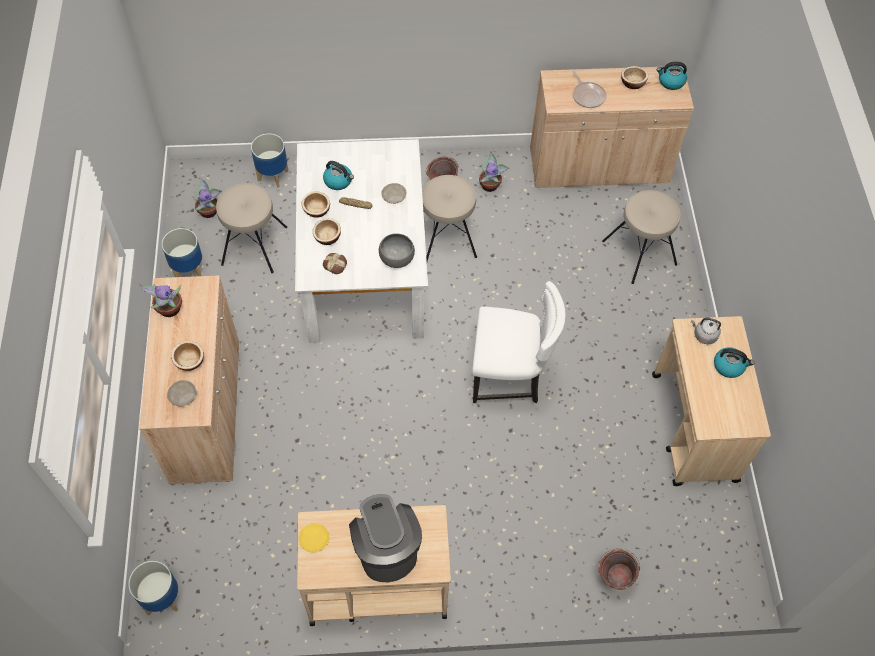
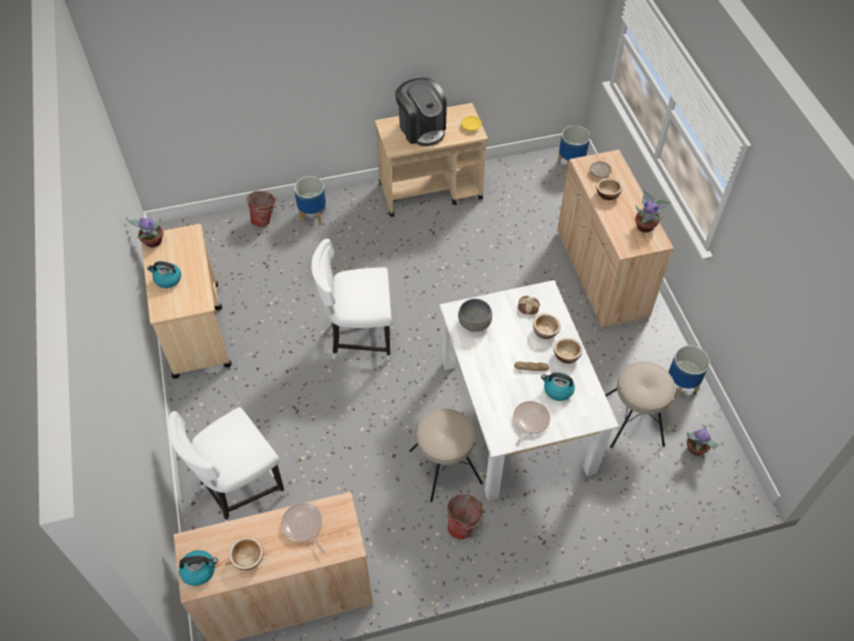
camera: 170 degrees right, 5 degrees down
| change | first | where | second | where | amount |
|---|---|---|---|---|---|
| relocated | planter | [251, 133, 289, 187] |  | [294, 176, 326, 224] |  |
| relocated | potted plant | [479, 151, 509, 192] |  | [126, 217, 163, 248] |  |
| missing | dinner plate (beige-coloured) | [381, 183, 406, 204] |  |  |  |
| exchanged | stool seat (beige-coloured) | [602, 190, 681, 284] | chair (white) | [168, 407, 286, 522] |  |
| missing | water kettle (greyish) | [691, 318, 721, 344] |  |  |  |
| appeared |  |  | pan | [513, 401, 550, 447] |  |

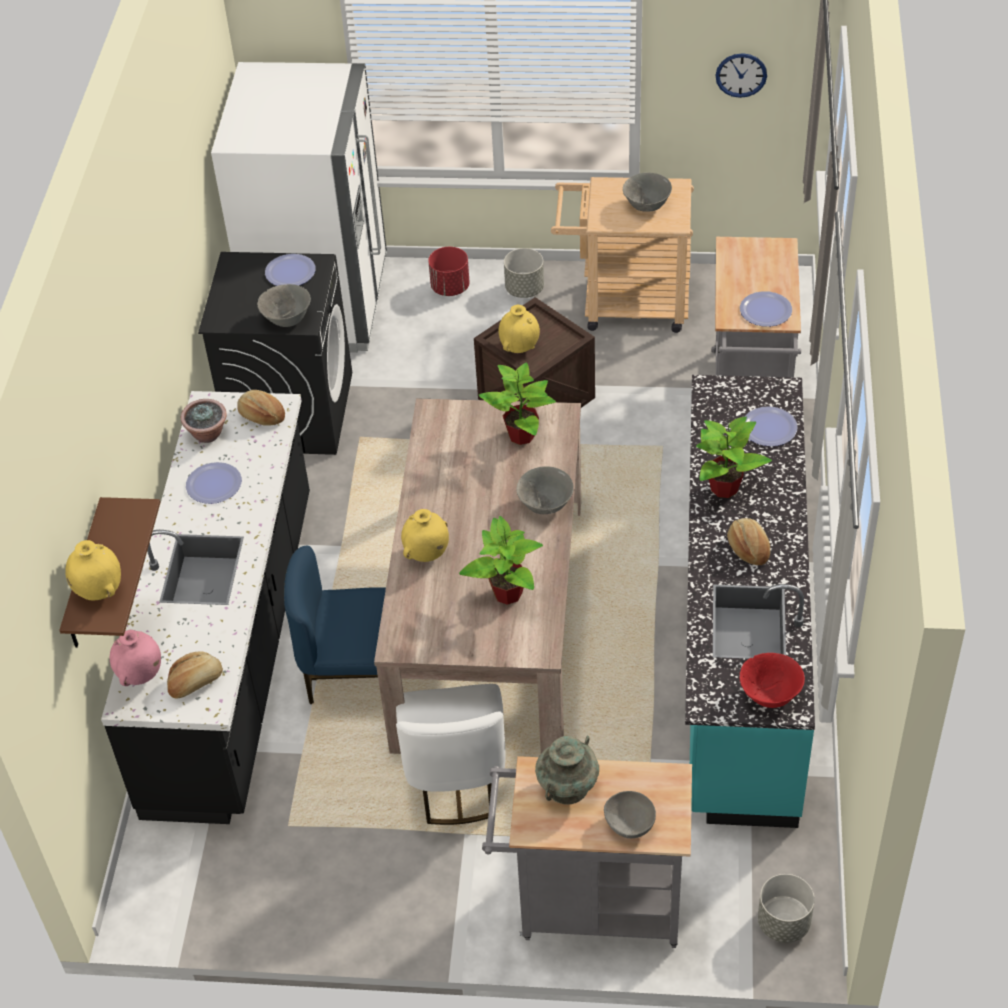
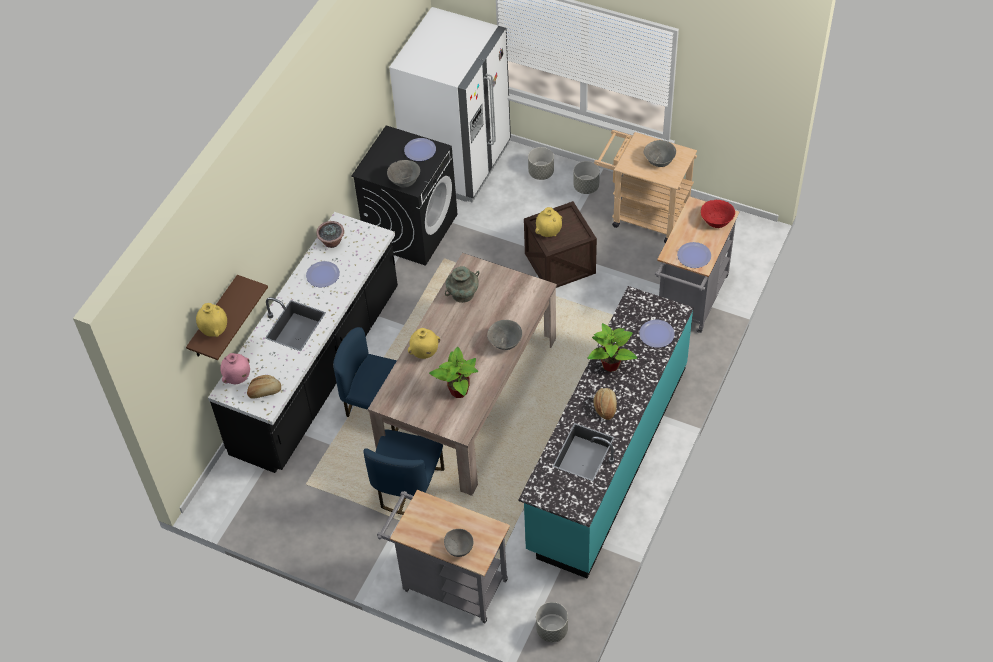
camera: 20 degrees right, 5 degrees up
| change | first | where | second | where | amount |
|---|---|---|---|---|---|
| missing | wall clock | [716, 53, 767, 98] |  |  |  |
| colour | planter (reddish) | [428, 247, 470, 296] | planter (greyish) | [528, 147, 554, 180] |  |
| missing | potted plant | [478, 363, 556, 445] |  |  |  |
| missing | bakery bread | [237, 390, 285, 426] |  |  |  |
| relocated | deep dish (reddish) | [740, 653, 805, 708] |  | [701, 200, 735, 228] |  |
| colour | chair (white) | [396, 684, 506, 825] | chair (bluish) | [363, 429, 444, 515] |  |
| relocated | decorative vase (blue-green) | [535, 735, 599, 805] |  | [445, 266, 479, 303] |  |

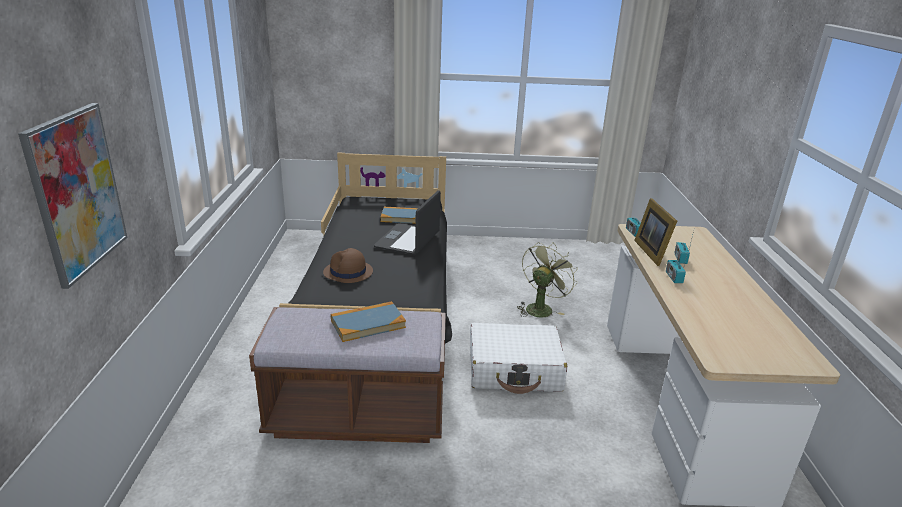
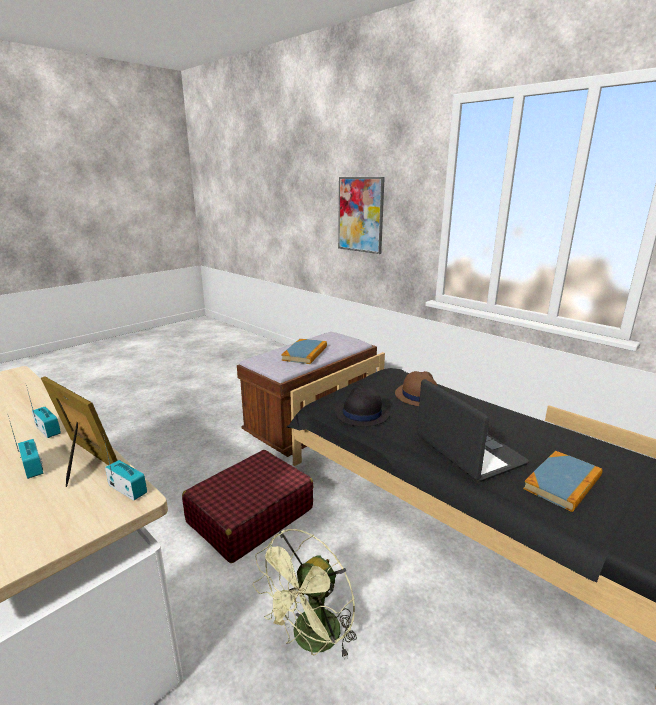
camera: 135 degrees right, 5 degrees down
| change | first | where | second | where | amount |
|---|---|---|---|---|---|
| spun | electric fan (greenish) | [517, 242, 578, 317] |  | [253, 529, 357, 660] | 45 degrees clockwise |
| colour | suitcase (white) | [470, 323, 567, 394] | suitcase (reddish) | [182, 450, 313, 563] |  |
| appeared |  |  | clothing hat (blackish) | [335, 387, 390, 427] |  |

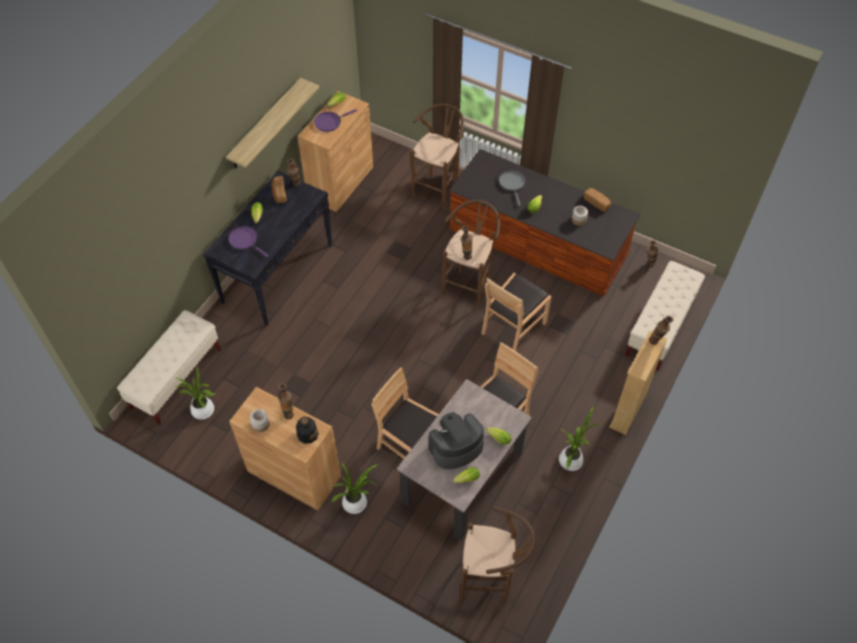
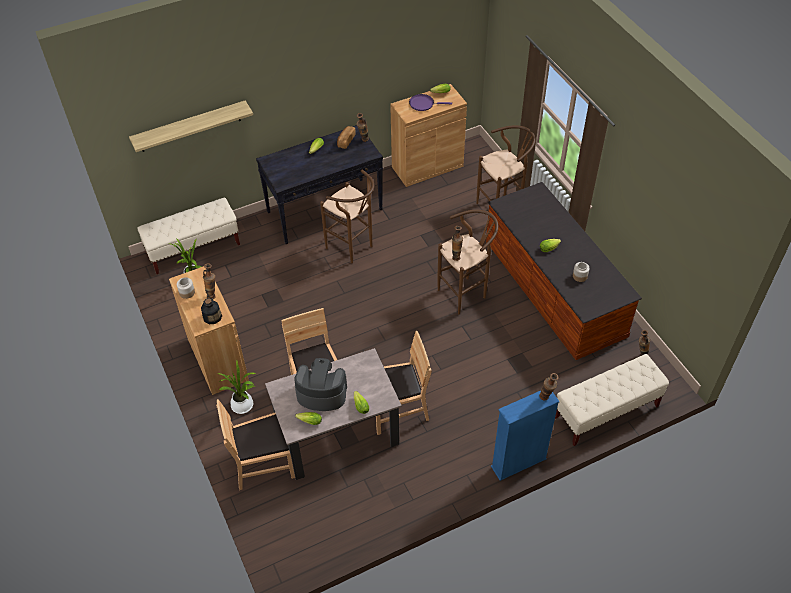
camera: 35 degrees right, 5 degrees down
| change | first | where | second | where | amount |
|---|---|---|---|---|---|
| relocated | shelf | [226, 78, 319, 168] |  | [129, 100, 253, 152] |  |
| missing | pan (greyish) | [499, 170, 526, 206] |  |  |  |
| missing | bakery bread | [584, 188, 611, 212] |  |  |  |
| missing | pan (purple) | [228, 226, 269, 257] |  |  |  |
| relocated | chair (brown-coloured) | [481, 273, 552, 351] |  | [216, 399, 295, 490] |  |
| colour | shelving unit (beige-coloured) | [609, 331, 668, 435] | shelving unit (bluish) | [491, 391, 560, 481] |  |
| missing | potted plant | [559, 406, 599, 471] |  |  |  |
| relocated | stool seat (brown-coloured) | [461, 506, 536, 604] |  | [320, 170, 374, 263] |  |

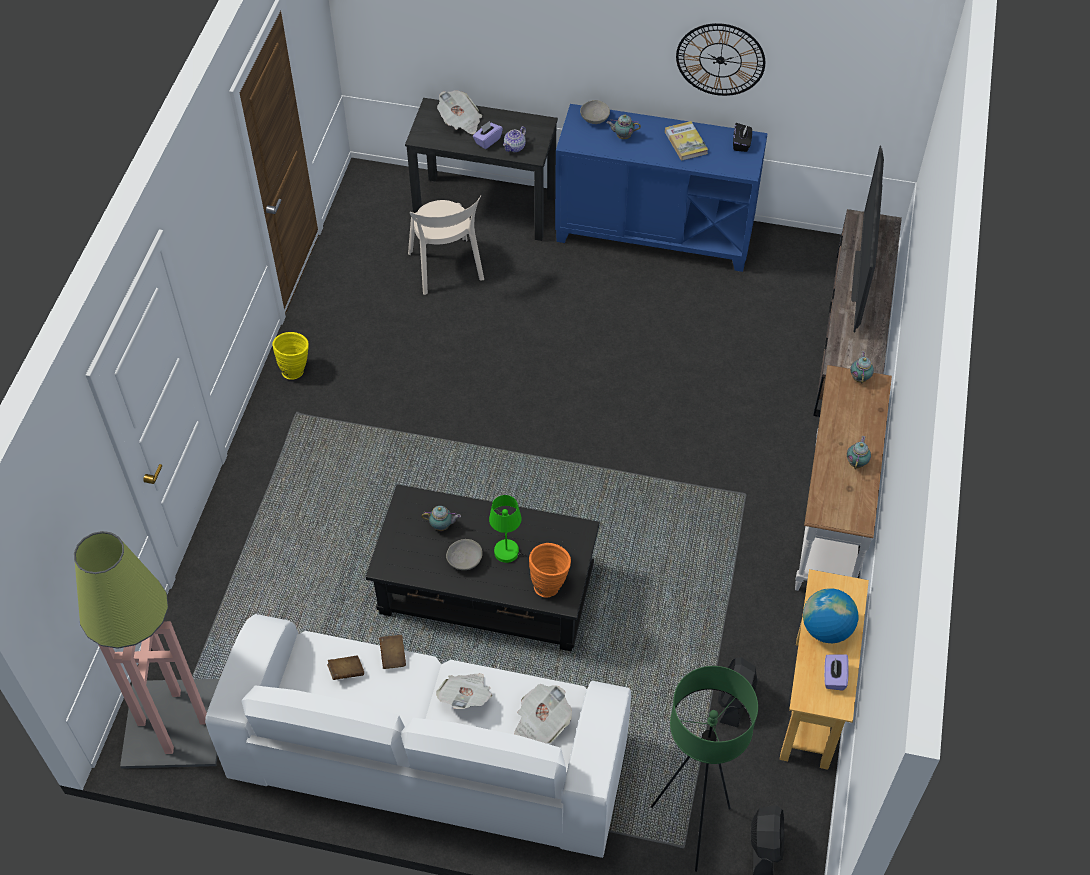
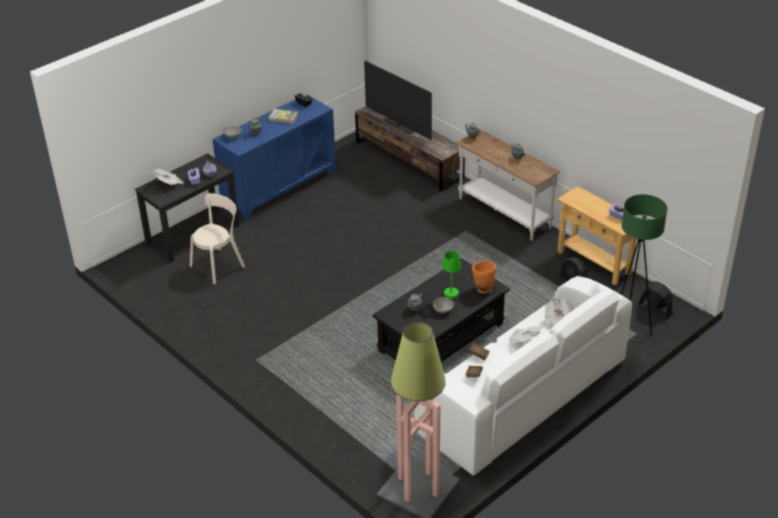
camera: 55 degrees left, 15 degrees down
| change | first | where | second | where | amount |
|---|---|---|---|---|---|
| missing | wall clock | [676, 23, 765, 96] |  |  |  |
| spun | chair (beige-coloured) | [408, 195, 484, 295] |  | [190, 193, 245, 284] | 60 degrees counterclockwise |
| missing | decorative vase (yellow) | [272, 332, 309, 380] |  |  |  |
| missing | world globe | [803, 588, 858, 643] |  |  |  |

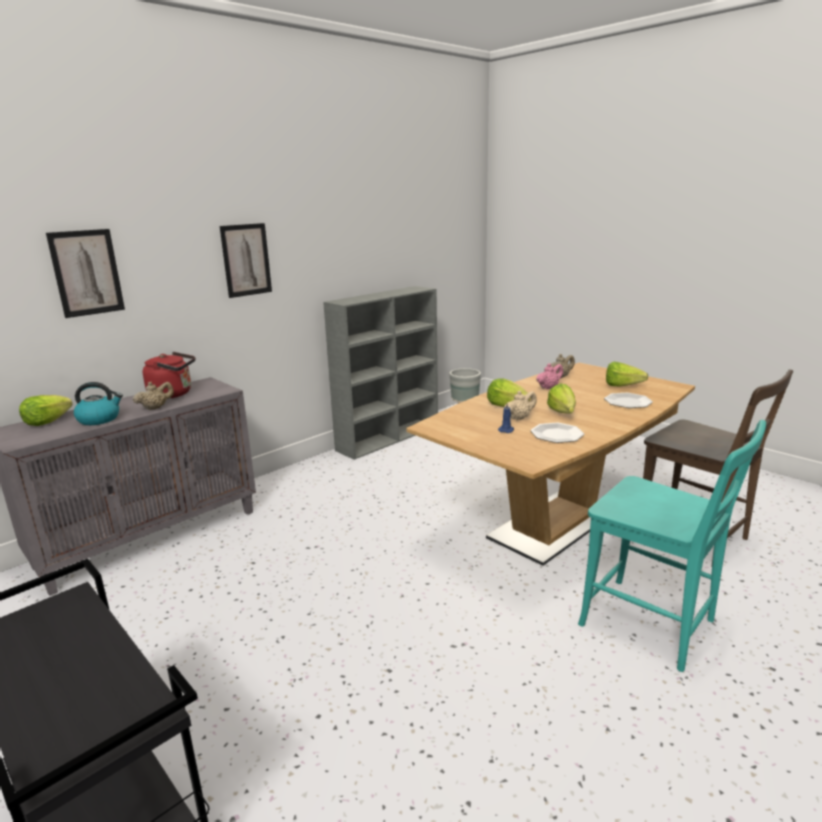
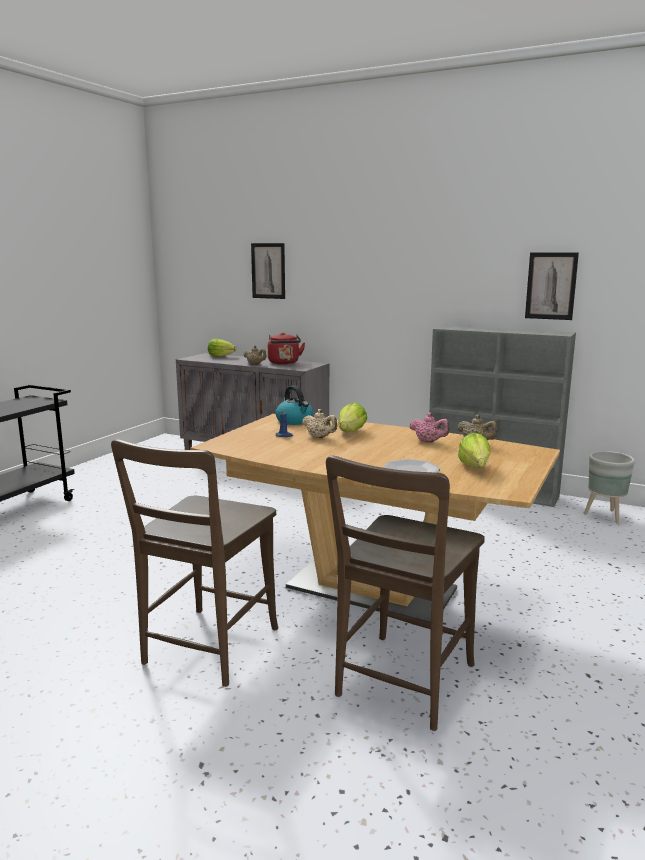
camera: 70 degrees right, 5 degrees down
| change | first | where | second | where | amount |
|---|---|---|---|---|---|
| relocated | picture | [220, 223, 272, 298] |  | [525, 252, 579, 320] |  |
| relocated | water kettle | [73, 382, 123, 425] |  | [275, 386, 313, 425] |  |
| missing | head of lettuce | [547, 383, 576, 413] |  |  |  |
| colour | chair (blue-green) | [578, 420, 766, 672] | chair (brown-coloured) | [111, 439, 278, 687] |  |
| missing | dinner plate | [531, 423, 584, 443] |  |  |  |

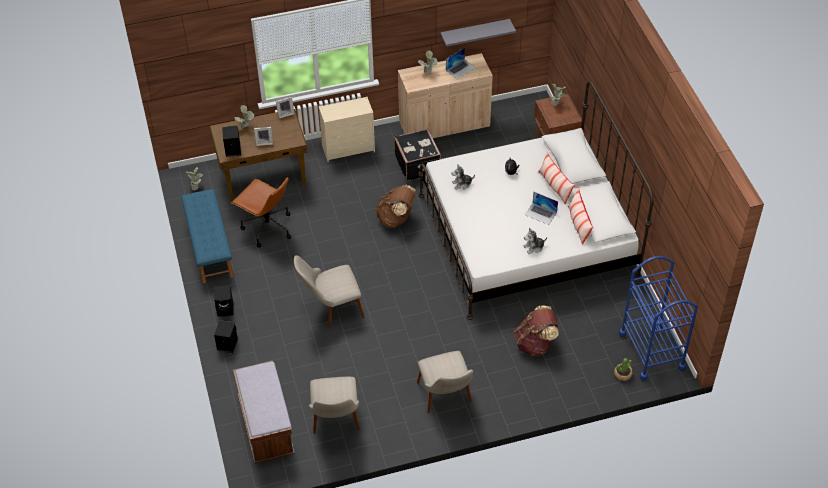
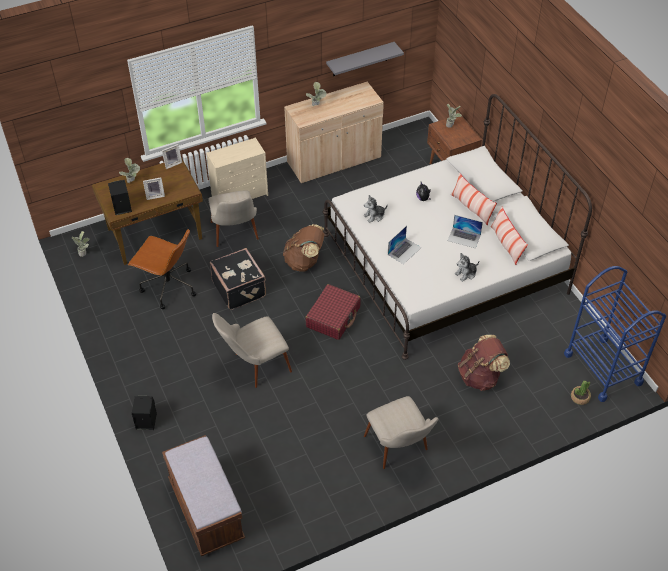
camera: 10 degrees left, 0 degrees up
| change | first | where | second | where | amount |
|---|---|---|---|---|---|
| relocated | portable computer | [446, 48, 476, 79] |  | [388, 226, 421, 264] |  |
| relocated | suitcase (blackish) | [394, 129, 441, 181] |  | [210, 248, 266, 310] |  |
| missing | long seat (bluish) | [181, 189, 233, 284] |  |  |  |
| missing | speaker (blackish) | [214, 285, 233, 317] |  |  |  |
| relocated | chair (beige-coloured) | [309, 377, 360, 434] |  | [208, 191, 259, 247] |  |
| appeared |  |  | suitcase (reddish) | [305, 284, 361, 340] |  |

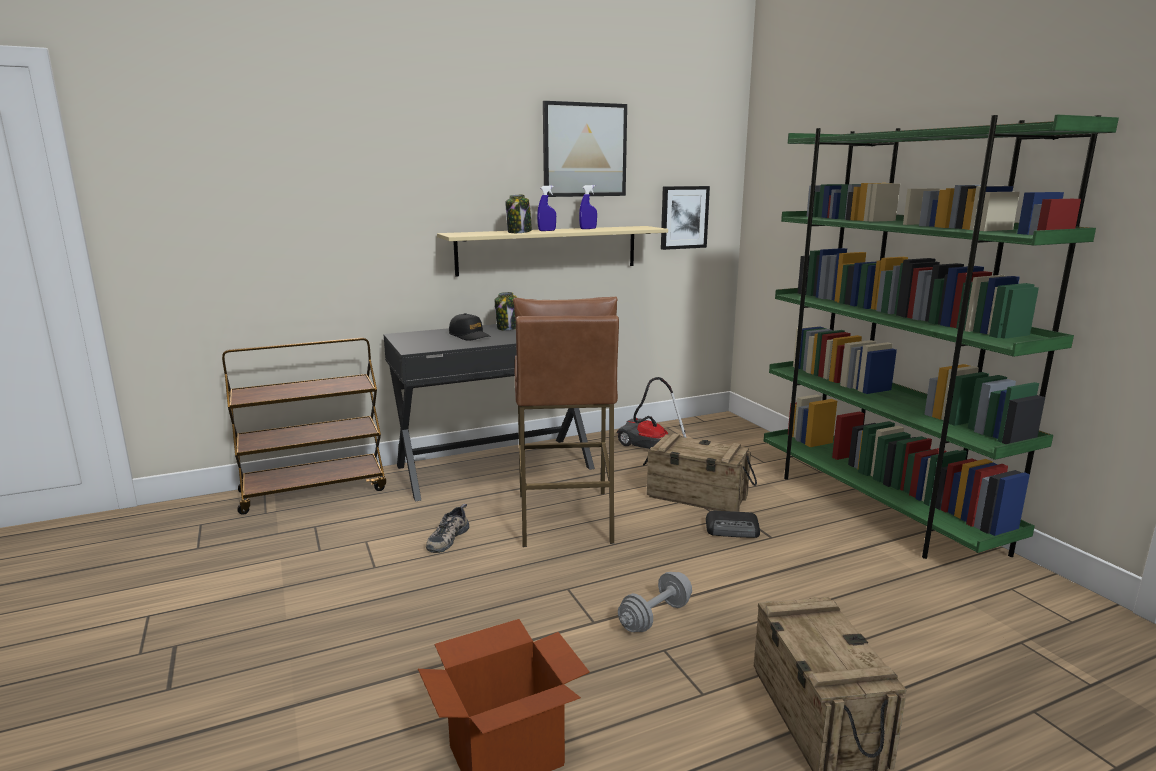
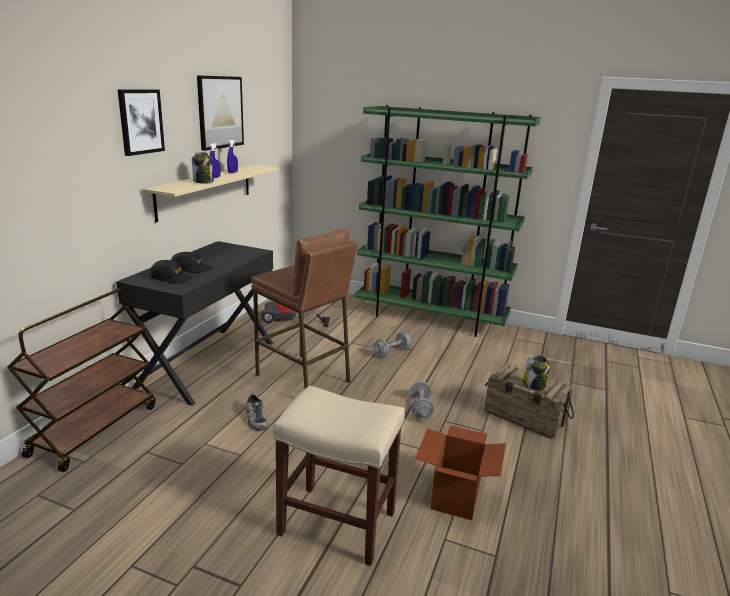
camera: 45 degrees left, 5 degrees up
| change | first | where | second | where | amount |
|---|---|---|---|---|---|
| relocated | picture | [661, 186, 710, 250] |  | [118, 89, 165, 156] |  |
| relocated | jar | [495, 292, 518, 331] |  | [523, 355, 551, 391] |  |
| missing | packing crate | [643, 433, 757, 512] |  |  |  |
| exchanged | radio receiver | [706, 511, 760, 538] | free weight (greyish) | [373, 333, 411, 357] |  |
| appeared |  |  | cap (blackish) | [150, 260, 193, 283] |  |
| appeared |  |  | stool seat (beige-coloured) | [273, 385, 405, 566] |  |

